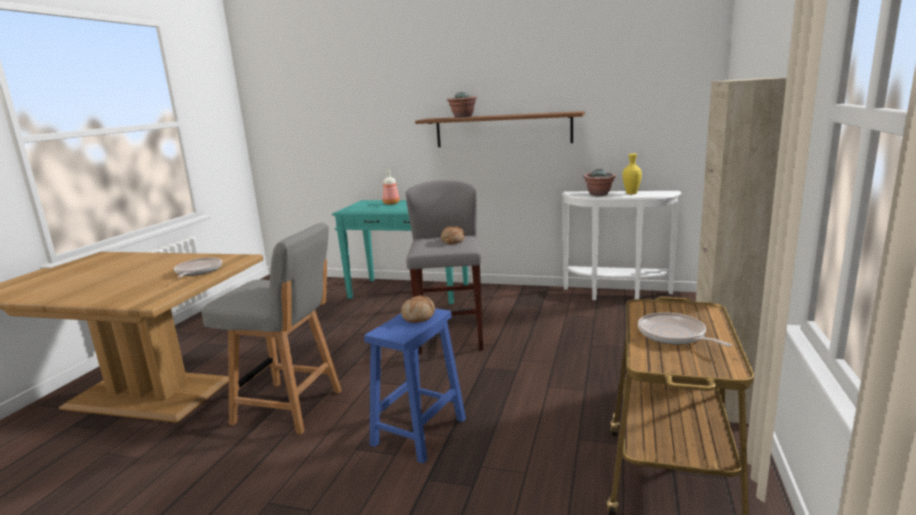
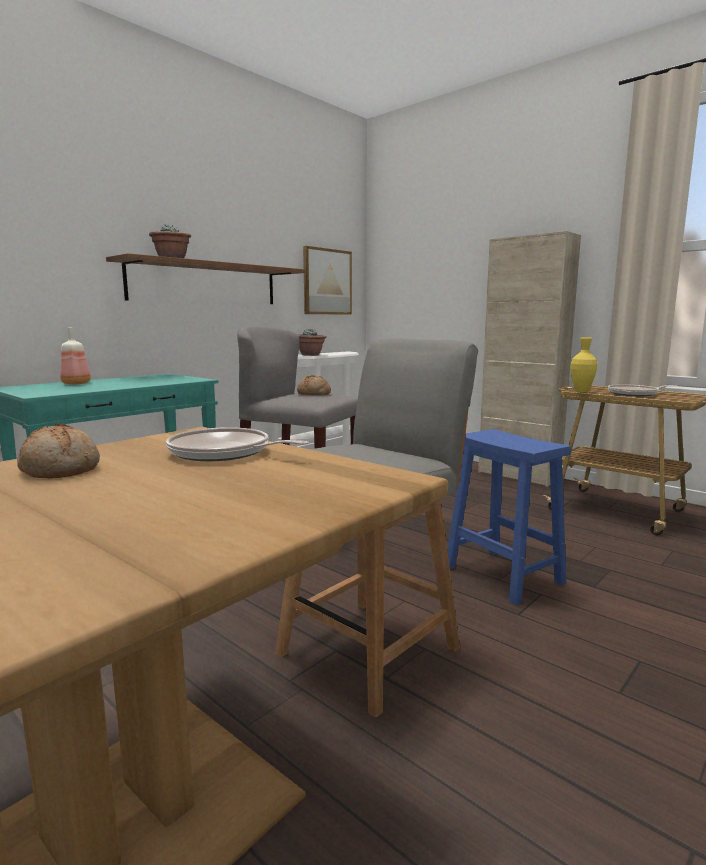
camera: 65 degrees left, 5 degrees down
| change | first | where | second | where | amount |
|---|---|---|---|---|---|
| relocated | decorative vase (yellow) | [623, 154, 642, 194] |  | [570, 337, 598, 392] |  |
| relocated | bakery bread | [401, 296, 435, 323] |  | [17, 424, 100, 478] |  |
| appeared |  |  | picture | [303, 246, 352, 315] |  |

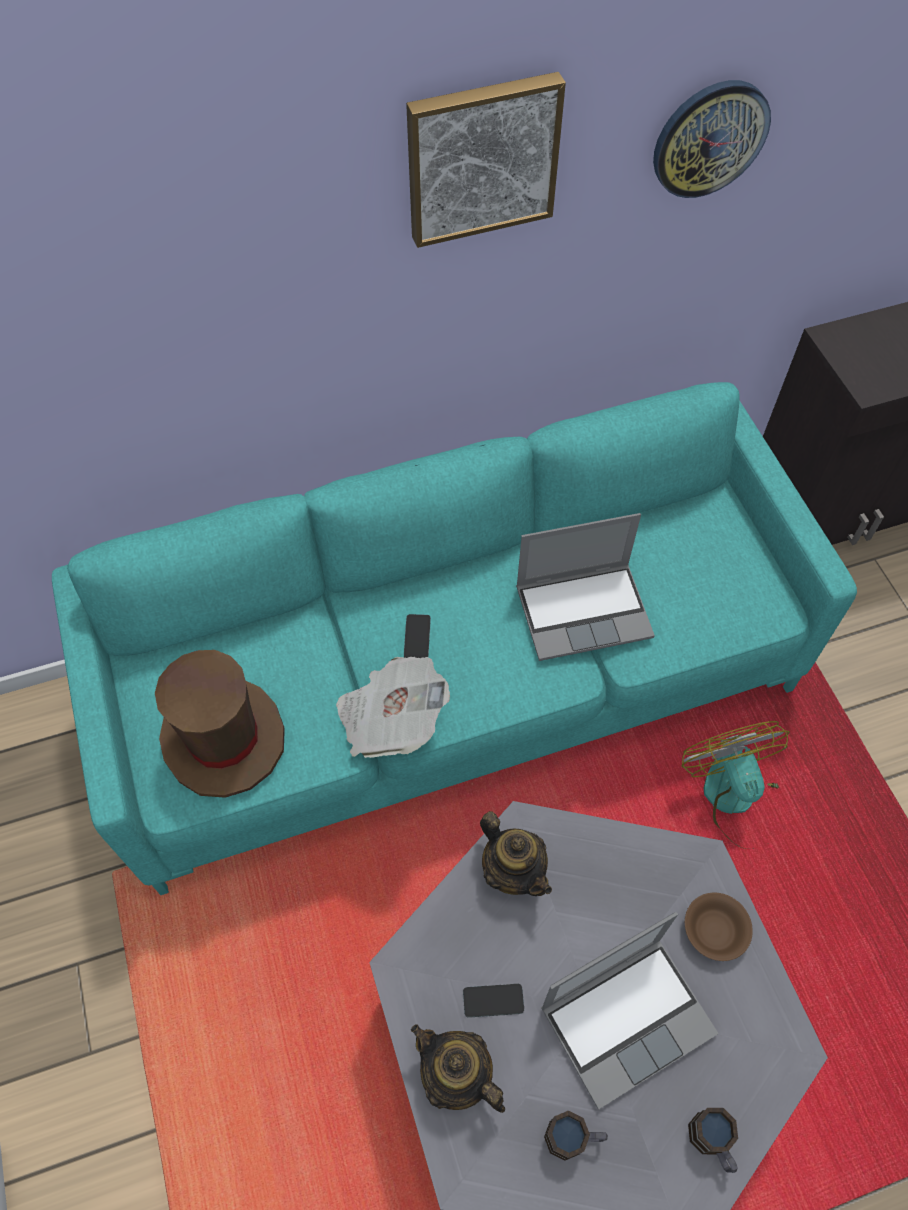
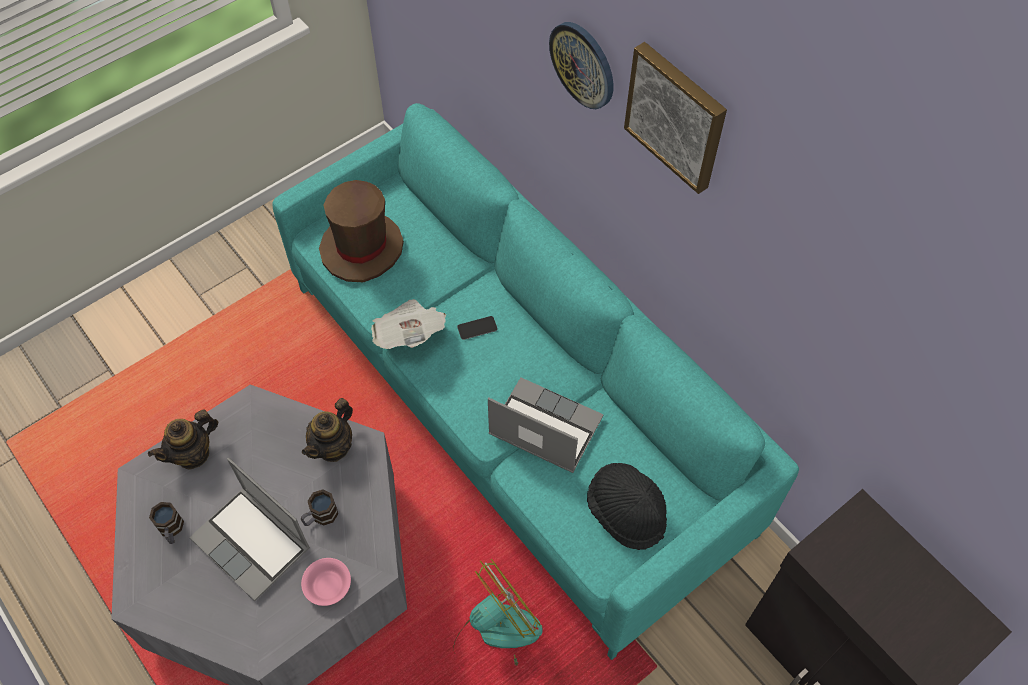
camera: 70 degrees right, 0 degrees up
| change | first | where | second | where | amount |
|---|---|---|---|---|---|
| relocated | wall clock | [653, 80, 771, 198] |  | [549, 22, 613, 109] |  |
| spun | portable computer | [516, 513, 655, 661] |  | [488, 377, 604, 473] | 150 degrees clockwise |
| colour | deep dish (brown-coloured) | [685, 893, 753, 961] | deep dish (pink) | [301, 558, 351, 606] |  |
| missing | phone | [463, 984, 524, 1018] |  |  |  |
| spun | tea pot | [411, 1024, 505, 1113] |  | [148, 410, 218, 470] | 150 degrees counterclockwise |
| relocated | mug | [688, 1108, 738, 1173] |  | [301, 489, 338, 526] |  |
| appeared |  |  | clothing hat (blackish) | [587, 463, 667, 550] |  |

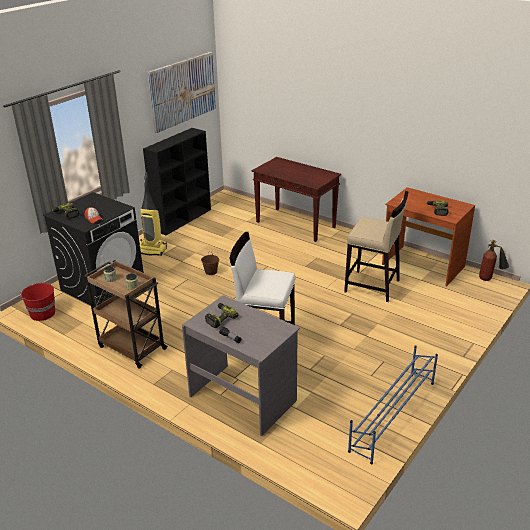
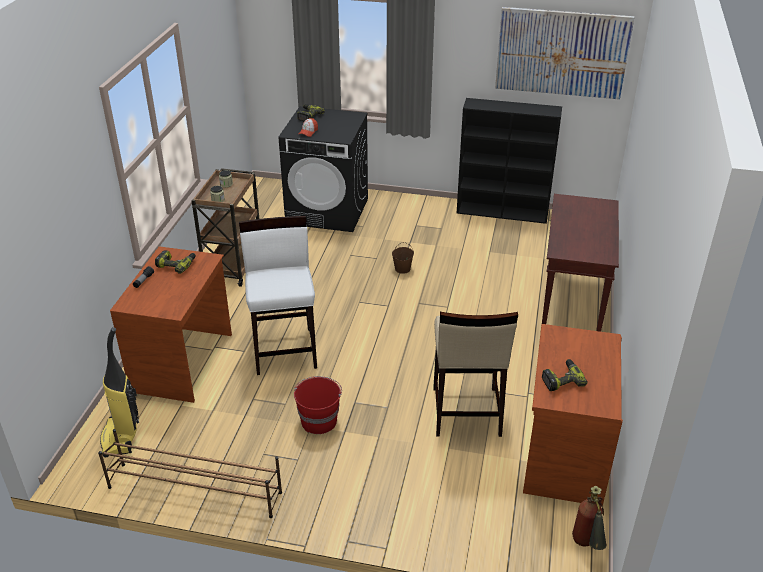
camera: 65 degrees right, 5 degrees up
| change | first | where | second | where | amount |
|---|---|---|---|---|---|
| relocated | vacuum | [139, 172, 167, 256] |  | [100, 327, 139, 457] |  |
| relocated | bucket (reddish) | [20, 282, 55, 321] |  | [294, 376, 342, 434] |  |
| colour | desk table (greyish) | [182, 295, 300, 436] | desk table (brown-coloured) | [110, 246, 232, 403] |  |
| colour | shoe stand (bluish) | [348, 345, 438, 464] | shoe stand (brown-coloured) | [98, 429, 282, 518] |  |

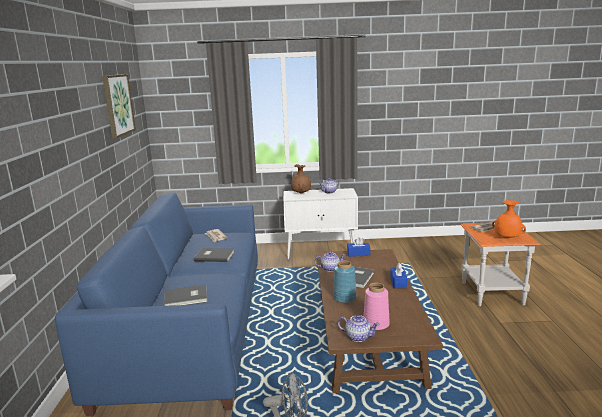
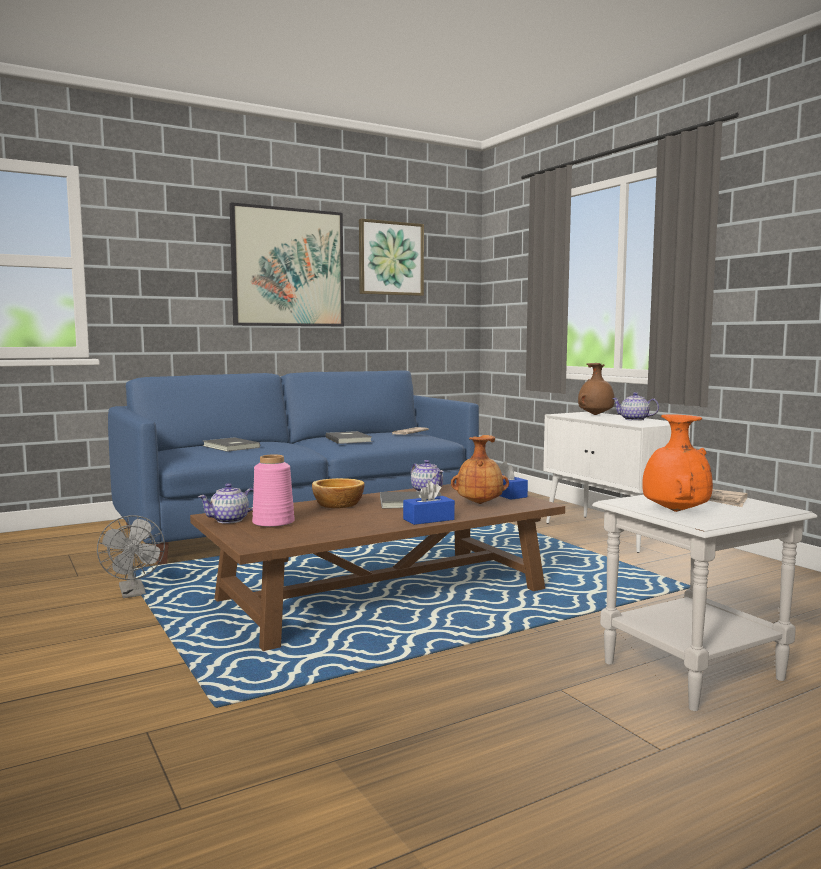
camera: 60 degrees right, 10 degrees down
| change | first | where | second | where | amount |
|---|---|---|---|---|---|
| colour | accent table (orange) | [461, 223, 540, 306] | accent table (white) | [592, 495, 817, 711] |  |
| exchanged | decorative vase (bluish) | [333, 260, 357, 303] | deep dish | [312, 478, 364, 508] |  |
| spun | tea pot | [338, 315, 379, 342] |  | [198, 483, 254, 524] | 60 degrees clockwise |
| appeared |  |  | picture | [229, 202, 344, 326] |  |
| appeared |  |  | decorative vase (brown-coloured) | [451, 435, 509, 504] |  |

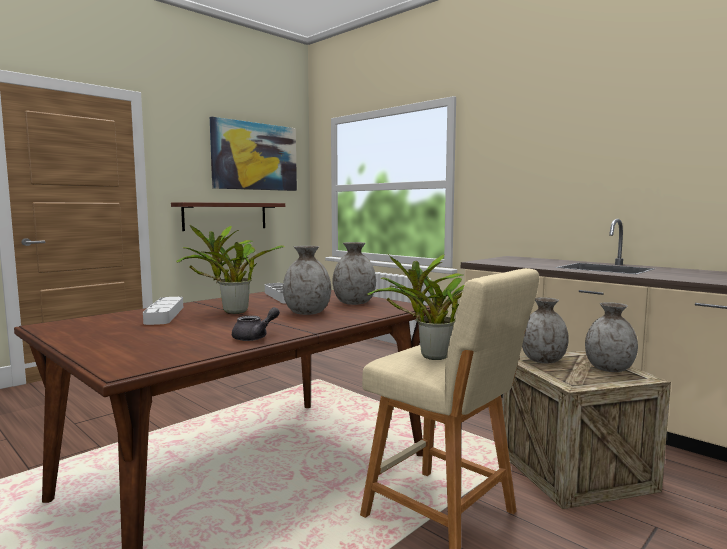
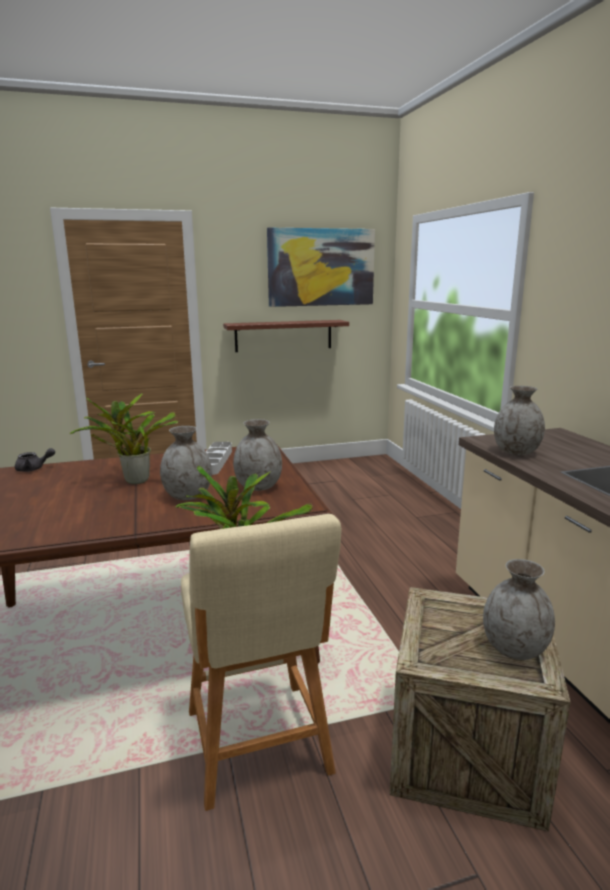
camera: 30 degrees right, 10 degrees up
| change | first | where | second | where | amount |
|---|---|---|---|---|---|
| missing | carrying tray (greyish) | [143, 297, 183, 325] |  |  |  |
| relocated | decorative vase (greyish) | [522, 297, 569, 363] |  | [494, 386, 545, 455] |  |
| relocated | tea pot (greyish) | [232, 307, 280, 341] |  | [15, 448, 55, 472] |  |

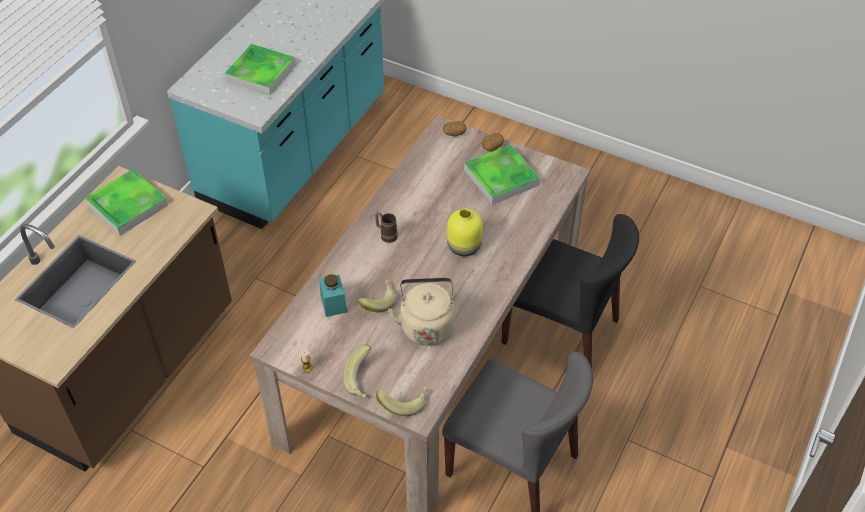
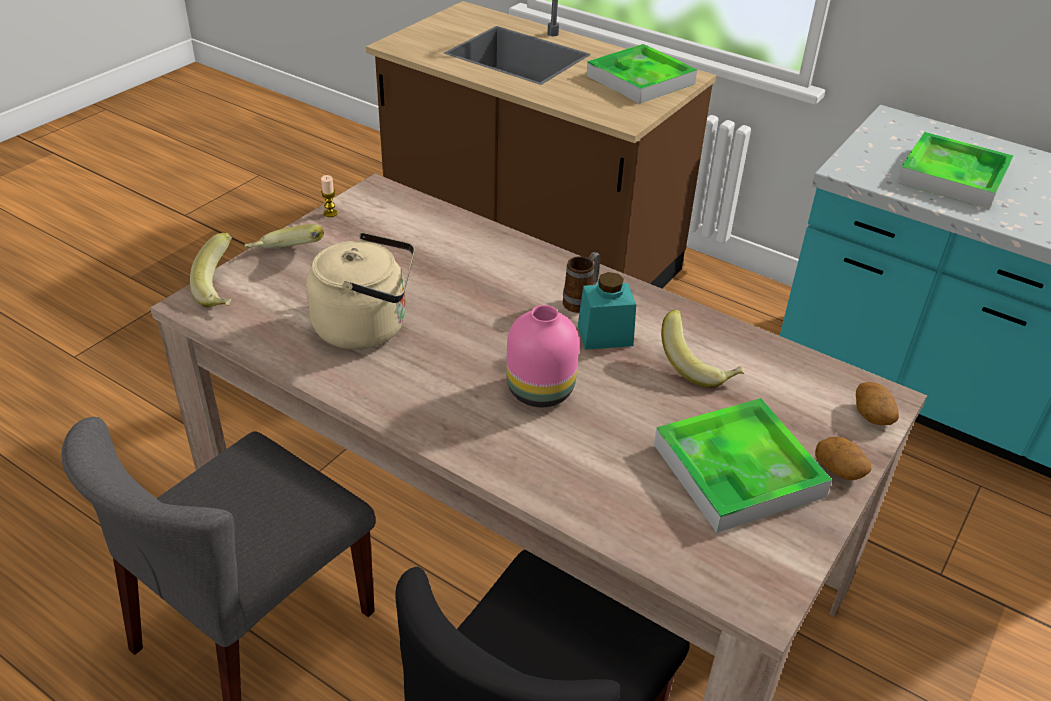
camera: 95 degrees right, 10 degrees down
| change | first | where | second | where | amount |
|---|---|---|---|---|---|
| colour | decorative vase (yellow) | [447, 209, 483, 256] | decorative vase (pink) | [506, 305, 579, 407] |  |
| relocated | jar (blue-green) | [319, 274, 348, 317] |  | [578, 272, 636, 350] |  |
| relocated | banana | [358, 280, 397, 312] |  | [661, 309, 744, 388] |  |

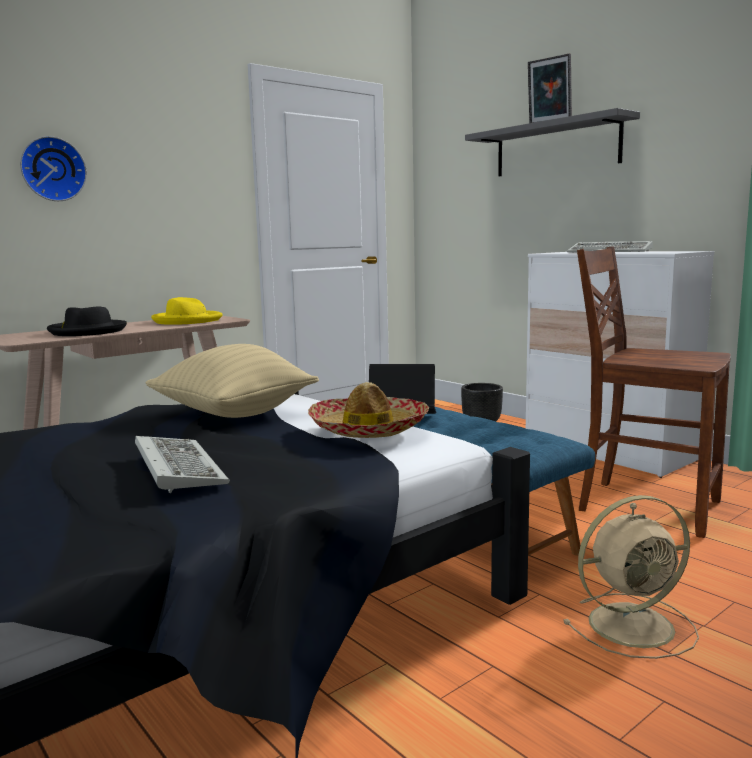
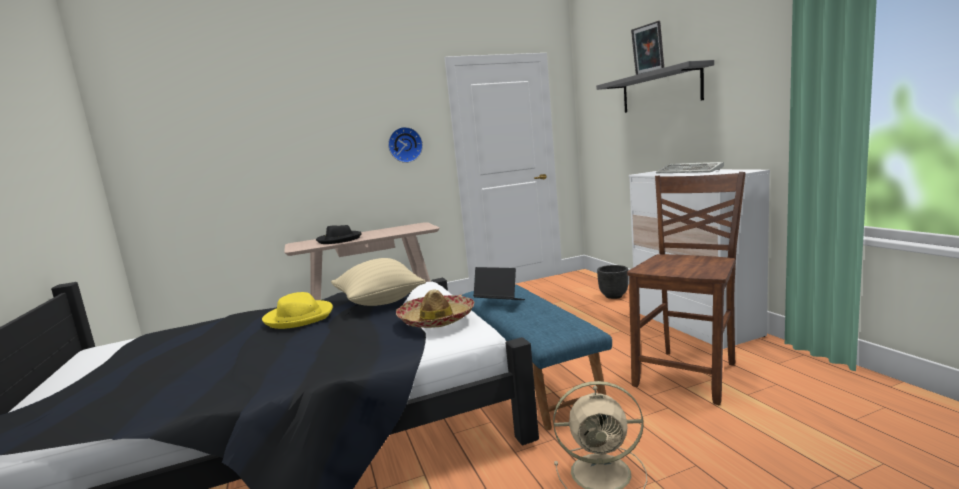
camera: 20 degrees right, 0 degrees up
| change | first | where | second | where | amount |
|---|---|---|---|---|---|
| relocated | wall clock | [20, 136, 87, 201] |  | [388, 127, 423, 163] |  |
| spun | chair (brown-coloured) | [577, 246, 731, 538] |  | [627, 172, 746, 405] | 75 degrees clockwise |
| relocated | clothing hat (yellow) | [151, 297, 223, 325] |  | [262, 292, 333, 329] |  |
| missing | keyboard | [135, 436, 230, 493] |  |  |  |

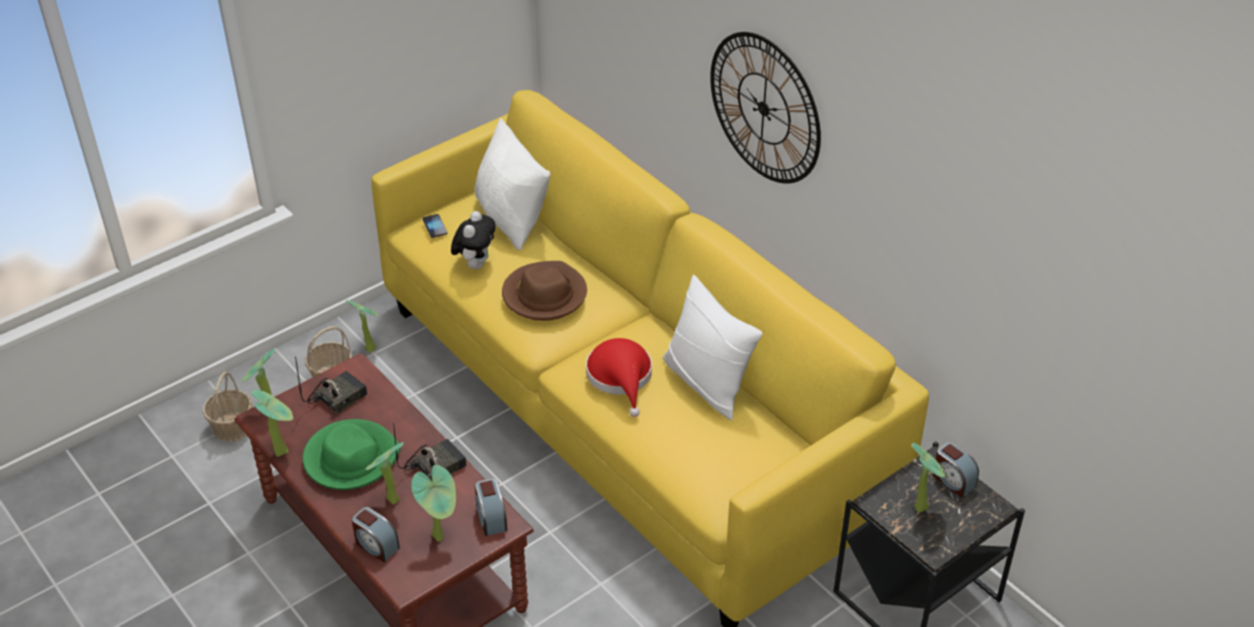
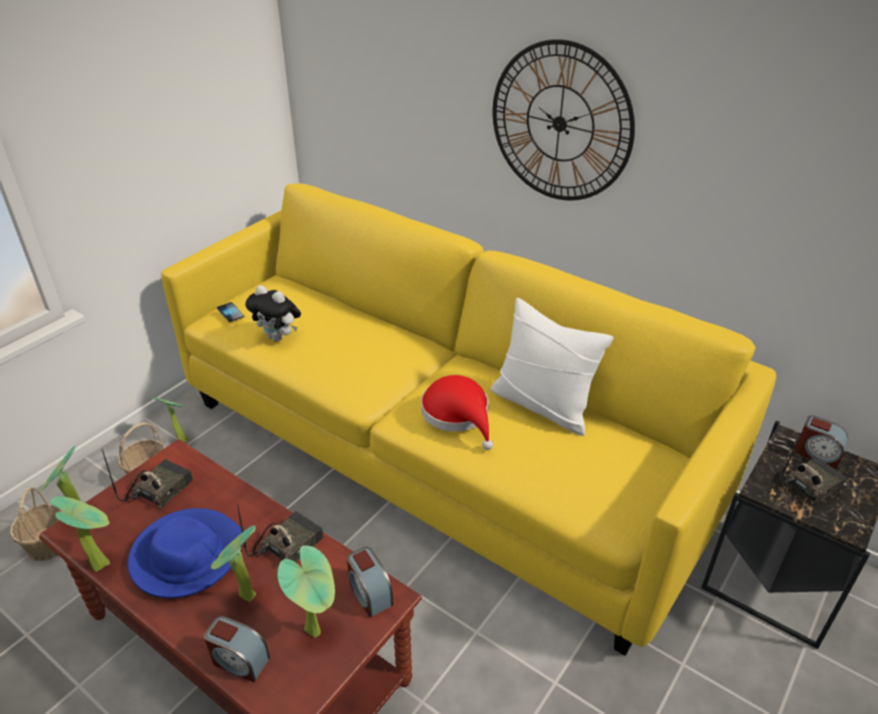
camera: 15 degrees left, 5 degrees down
| change | first | where | second | where | amount |
|---|---|---|---|---|---|
| missing | cushion (white) | [474, 118, 550, 251] |  |  |  |
| spun | plush toy | [451, 211, 495, 269] |  | [245, 285, 301, 341] | 120 degrees clockwise |
| missing | clothing hat (brown-coloured) | [502, 261, 587, 321] |  |  |  |
| colour | clothing hat (greenish) | [302, 419, 401, 490] | clothing hat (bluish) | [128, 508, 244, 598] |  |
| exchanged | potted plant | [911, 443, 947, 513] | radio receiver | [774, 431, 847, 506] |  |

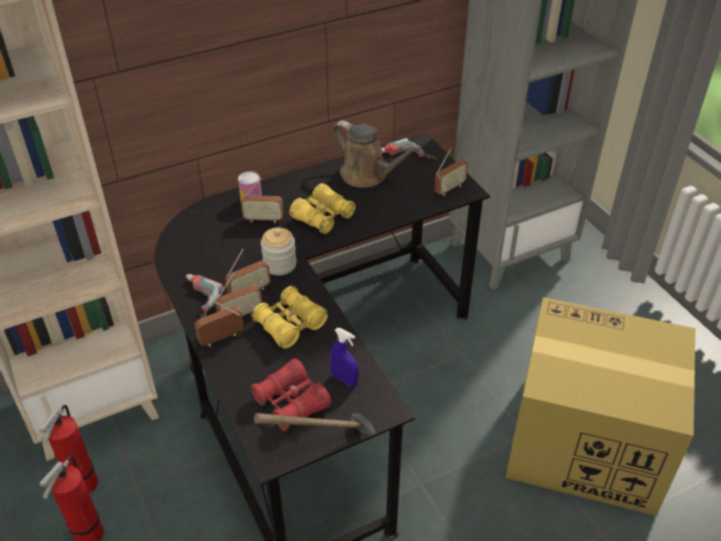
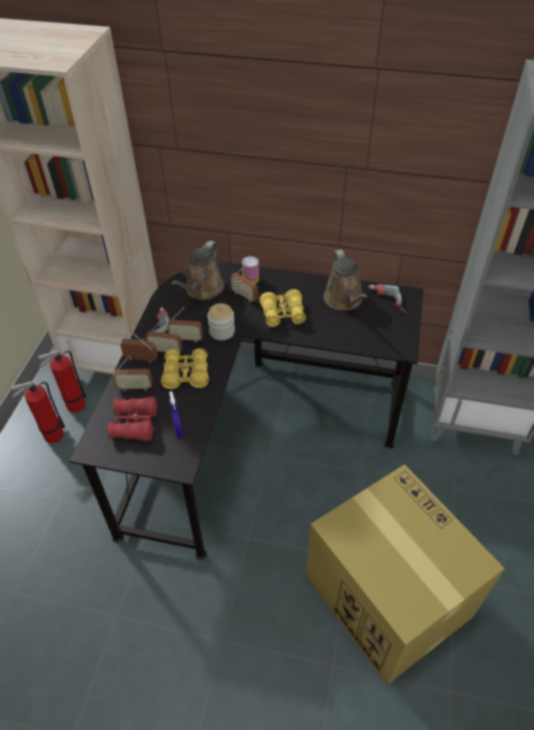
camera: 40 degrees right, 5 degrees up
| change | first | where | second | where | amount |
|---|---|---|---|---|---|
| relocated | radio receiver | [434, 148, 468, 196] |  | [113, 356, 152, 391] |  |
| missing | tool hammer | [254, 413, 375, 435] |  |  |  |
| appeared |  |  | watering can (brown-coloured) | [171, 241, 224, 300] |  |

